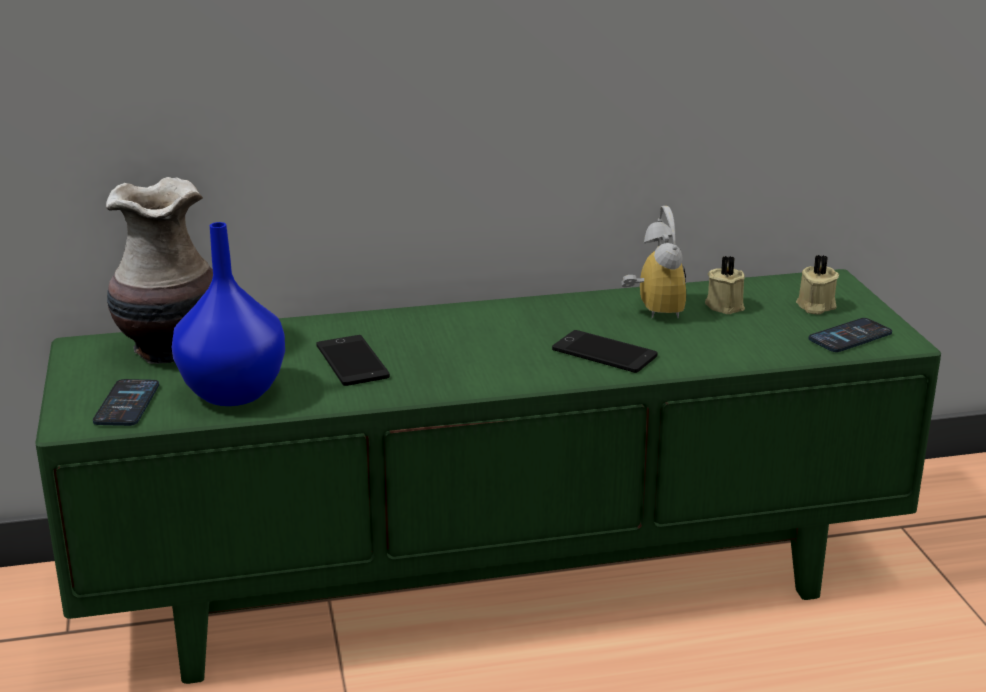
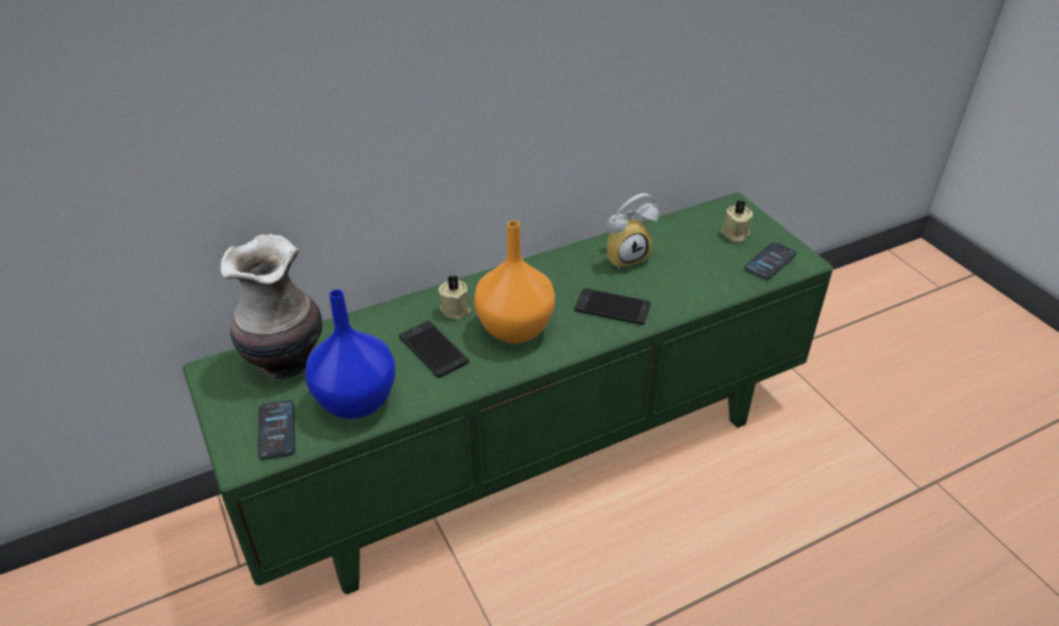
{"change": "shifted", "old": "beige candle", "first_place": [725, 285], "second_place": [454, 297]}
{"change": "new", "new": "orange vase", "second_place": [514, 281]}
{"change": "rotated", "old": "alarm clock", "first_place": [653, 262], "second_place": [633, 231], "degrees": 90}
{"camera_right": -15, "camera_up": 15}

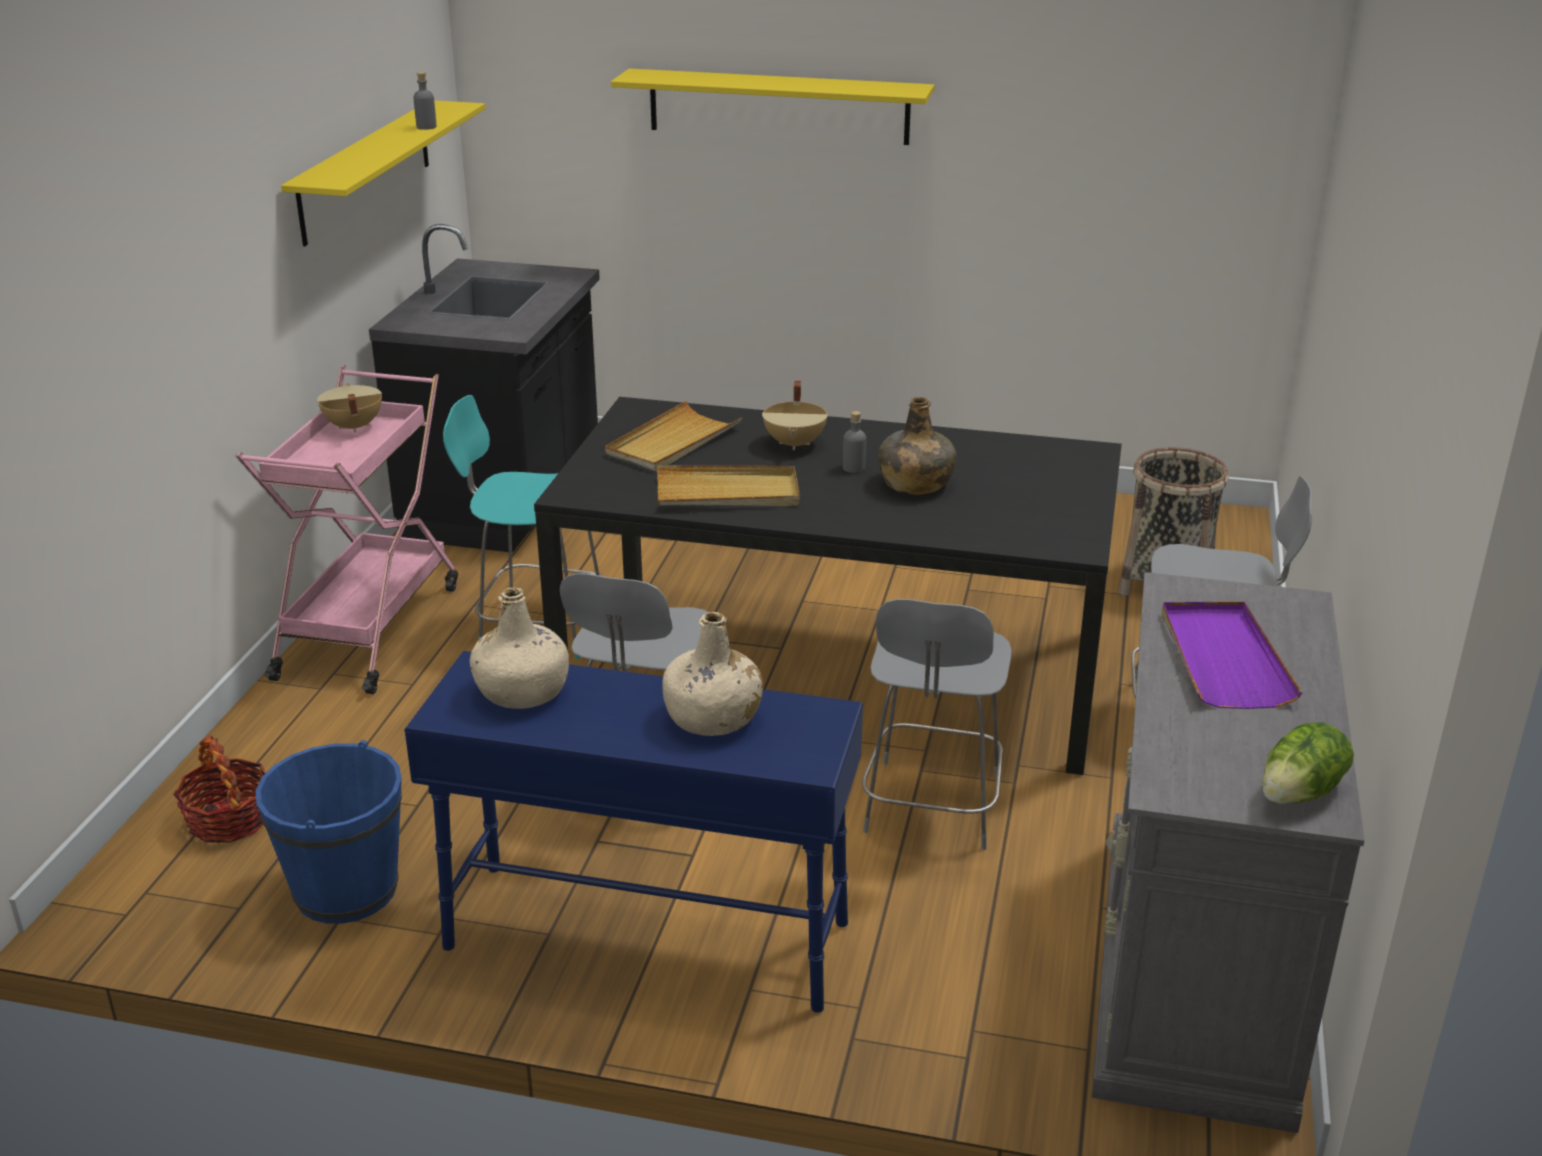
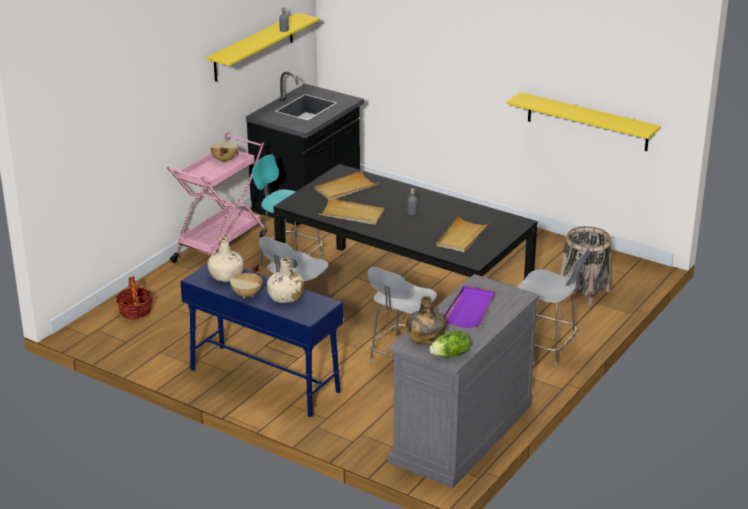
{"change": "shifted", "old": "beige cooking pot", "first_place": [795, 415], "second_place": [246, 281]}
{"change": "shifted", "old": "green bottle", "first_place": [917, 446], "second_place": [426, 320]}
{"change": "new", "new": "beige tray", "second_place": [463, 234]}
{"change": "shifted", "old": "yellow shelf", "first_place": [772, 106], "second_place": [583, 121]}
{"change": "gone", "old": "blue bucket", "first_place": [328, 832]}
{"camera_right": 20, "camera_up": 0}

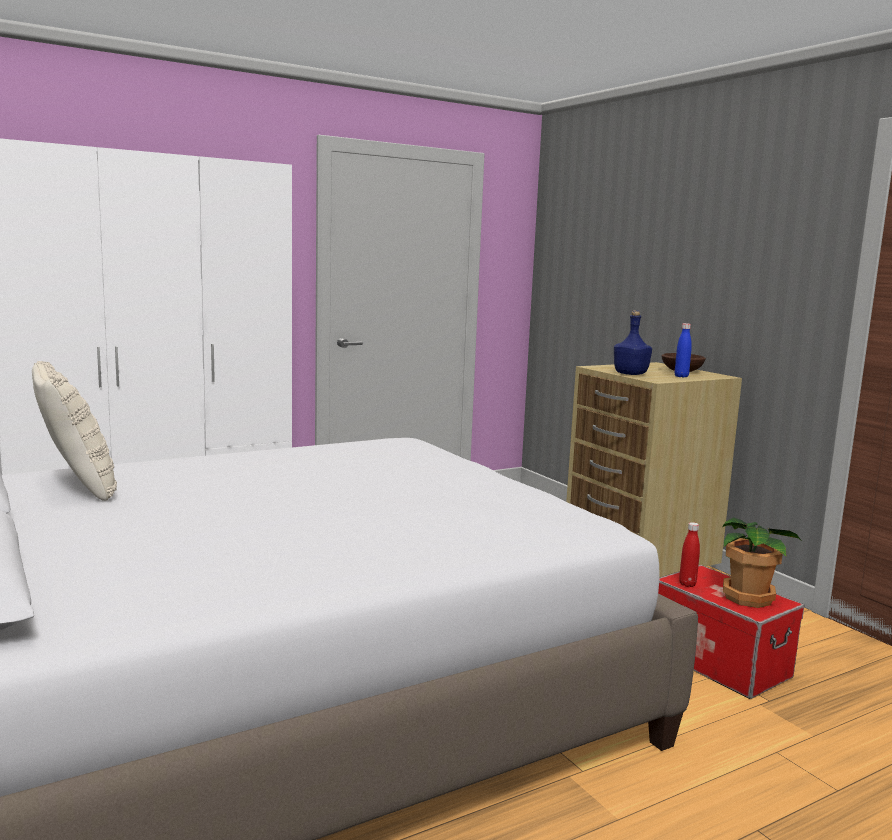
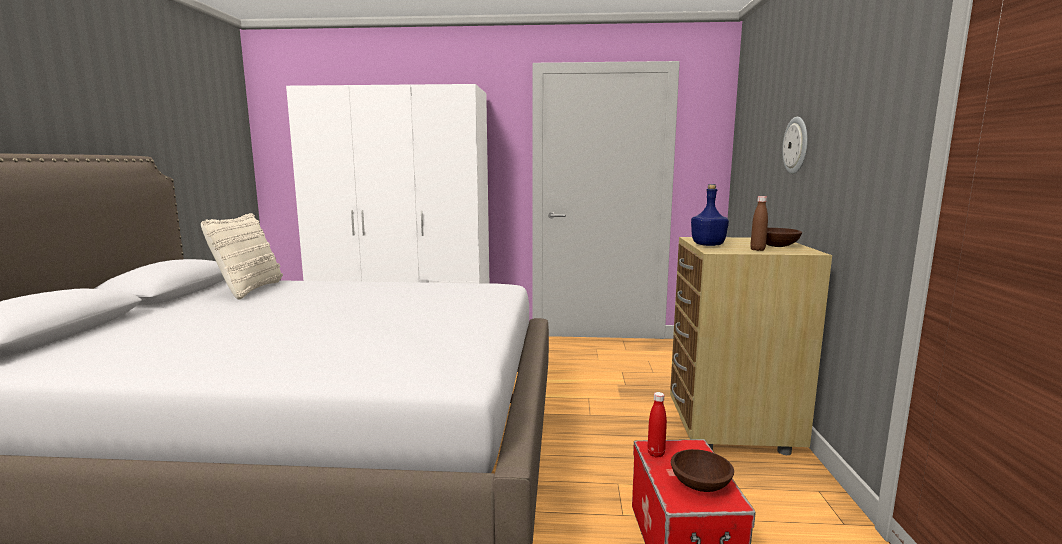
{"change": "swapped", "old": "potted plant", "new": "brown bowl", "first_place": [762, 562], "second_place": [702, 470]}
{"change": "repainted", "old": "blue bottle", "new": "brown bottle", "first_place": [683, 350], "second_place": [759, 223]}
{"change": "new", "new": "wall clock", "second_place": [795, 145]}
{"camera_right": 35, "camera_up": 0}

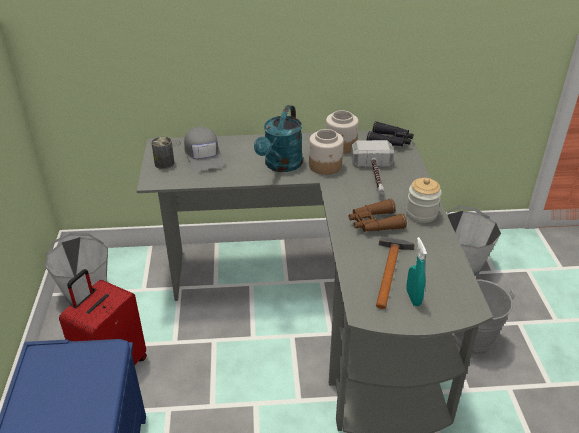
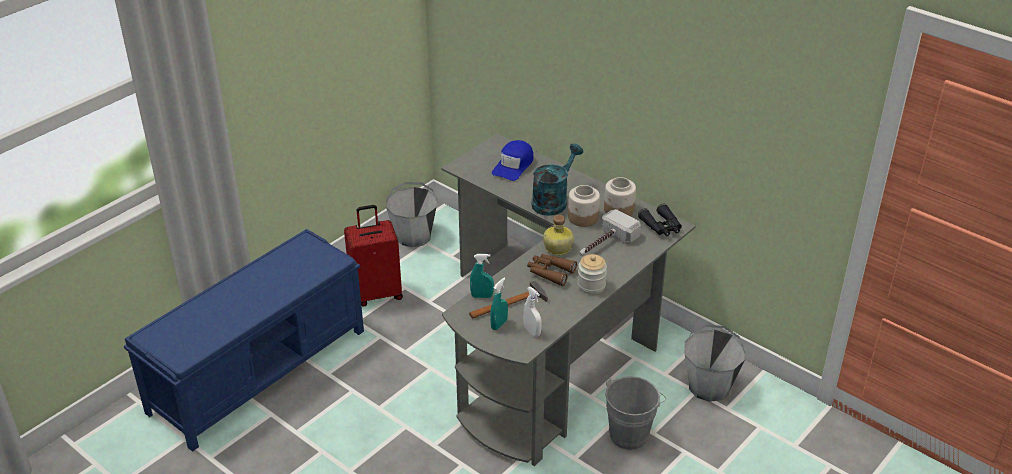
{"change": "new", "new": "turquoise spray bottle", "second_place": [482, 276]}
{"change": "repainted", "old": "grey cap", "new": "blue cap", "first_place": [204, 149], "second_place": [512, 160]}
{"change": "new", "new": "white spray bottle", "second_place": [532, 312]}
{"change": "rotated", "old": "turquoise watering can", "first_place": [278, 138], "second_place": [557, 179], "degrees": 150}
{"change": "new", "new": "bottle", "second_place": [558, 235]}
{"change": "gone", "old": "can", "first_place": [162, 152]}
{"camera_right": 45, "camera_up": 0}

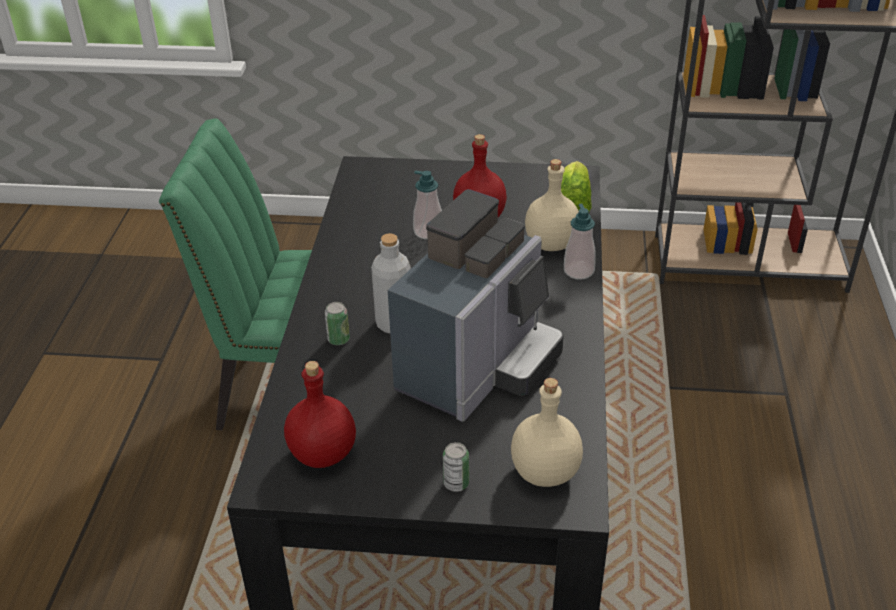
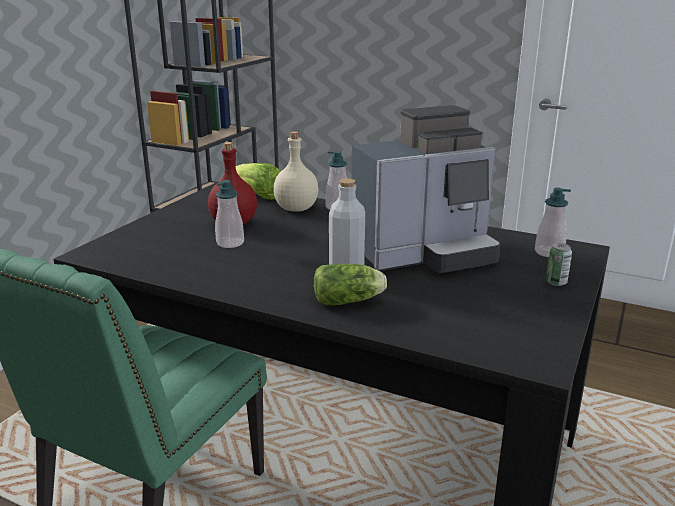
{"change": "swapped", "old": "can", "new": "lettuce", "first_place": [337, 323], "second_place": [350, 284]}
{"change": "rotated", "old": "coffee machine", "first_place": [476, 305], "second_place": [426, 189], "degrees": 105}
{"change": "swapped", "old": "beige bottle", "new": "soap dispenser", "first_place": [547, 432], "second_place": [553, 222]}
{"change": "gone", "old": "red bottle", "first_place": [320, 414]}
{"camera_right": -70, "camera_up": -15}

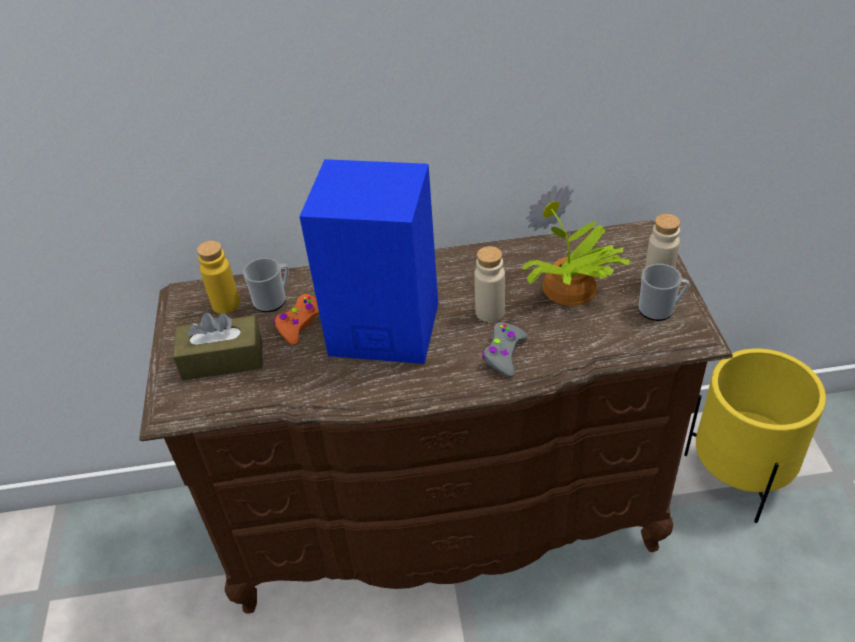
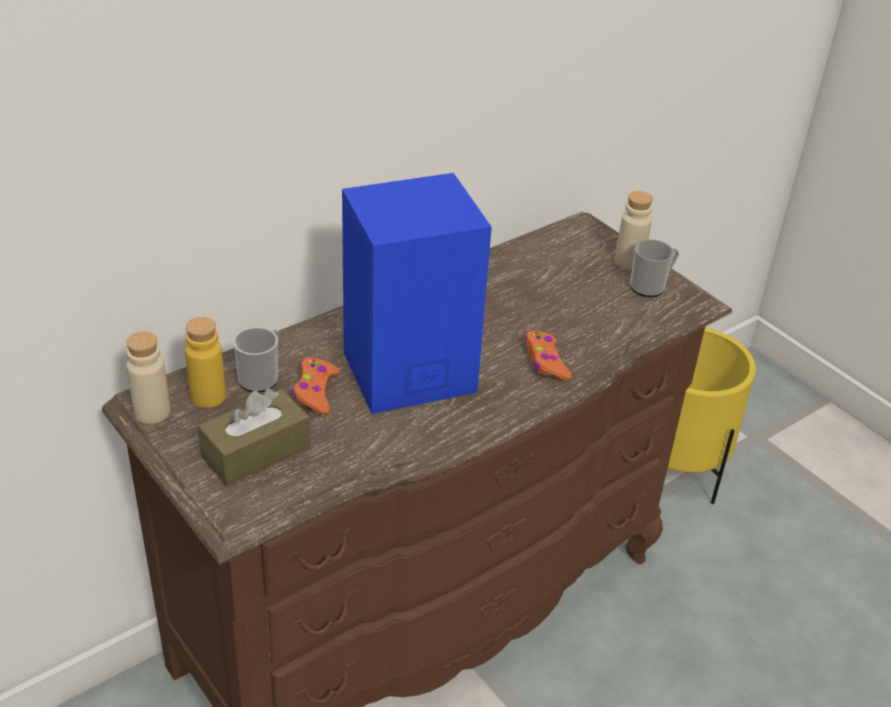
{"change": "shifted", "old": "beige bottle", "first_place": [489, 284], "second_place": [148, 378]}
{"change": "repainted", "old": "grey game controller", "new": "orange game controller", "first_place": [505, 349], "second_place": [548, 356]}
{"change": "gone", "old": "potted plant", "first_place": [576, 246]}
{"camera_right": -35, "camera_up": -5}

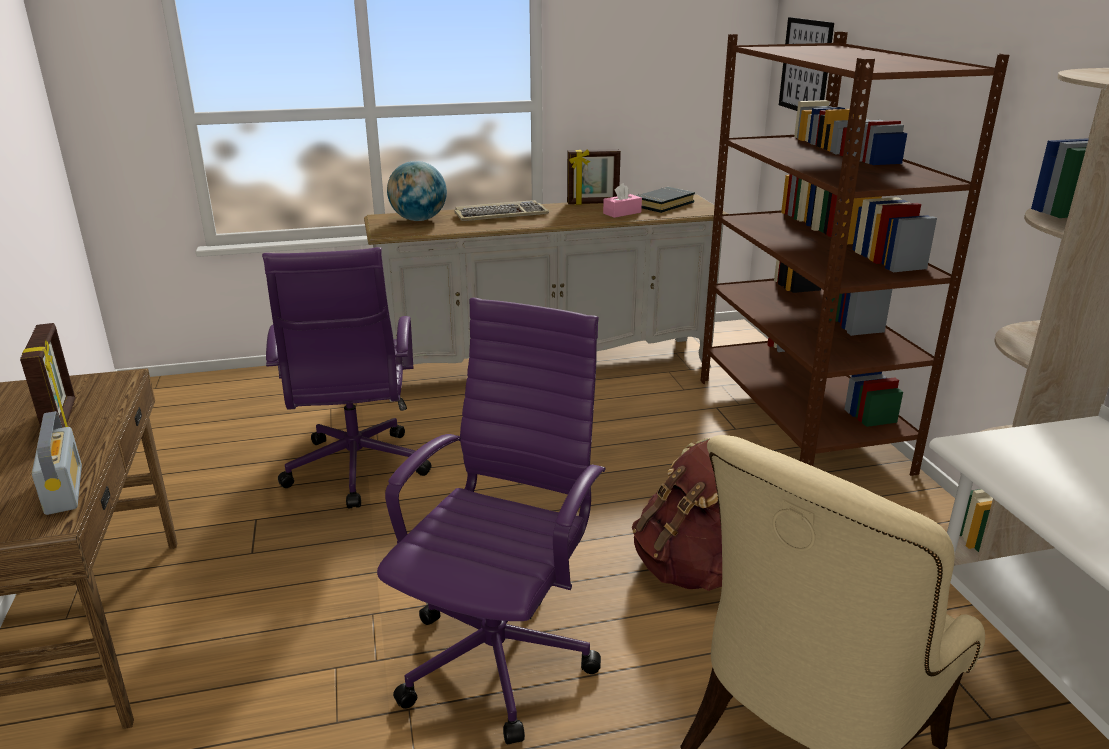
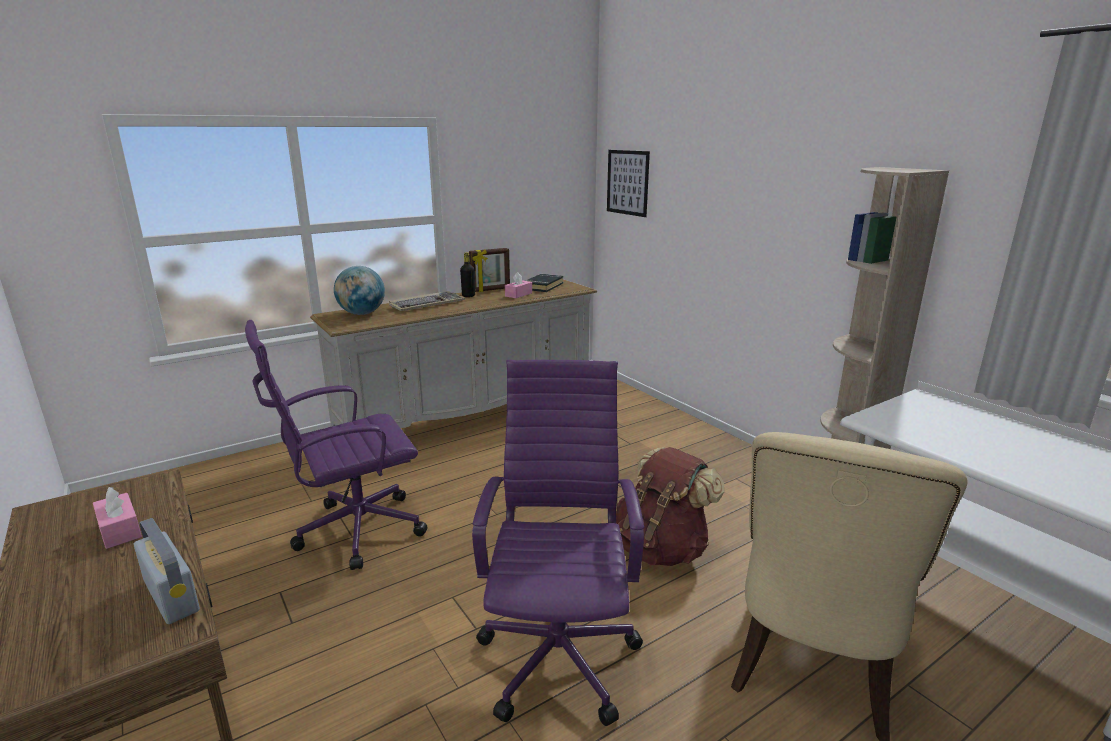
{"change": "swapped", "old": "picture frame", "new": "pink tissue box", "first_place": [47, 375], "second_place": [117, 518]}
{"change": "rotated", "old": "purple office chair", "first_place": [347, 377], "second_place": [336, 445], "degrees": 90}
{"change": "new", "new": "black bottle", "second_place": [467, 274]}
{"change": "gone", "old": "brown bookcase", "first_place": [855, 254]}
{"camera_right": -20, "camera_up": -5}

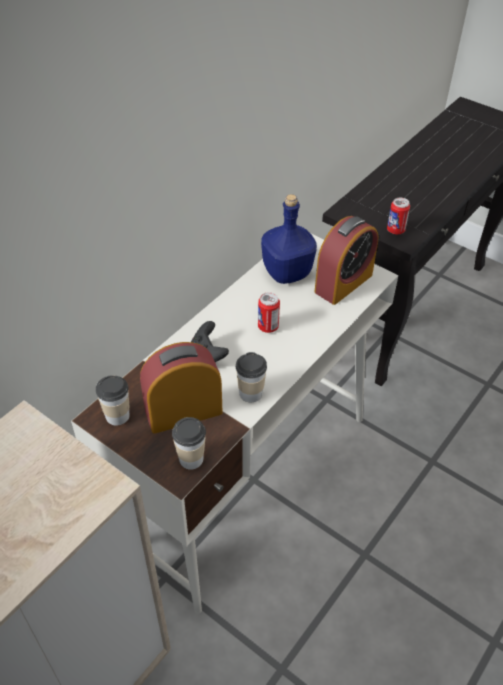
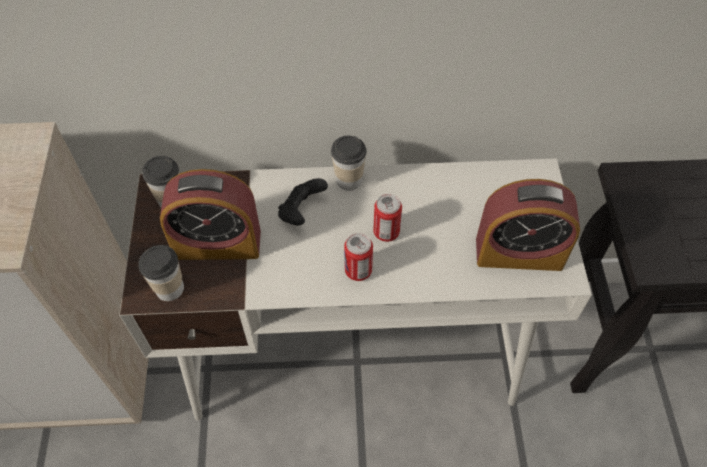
{"change": "rotated", "old": "alarm clock", "first_place": [181, 388], "second_place": [210, 214], "degrees": 150}
{"change": "shifted", "old": "cup", "first_place": [251, 377], "second_place": [348, 163]}
{"change": "shifted", "old": "can", "first_place": [398, 216], "second_place": [358, 257]}
{"change": "gone", "old": "blue bottle", "first_place": [289, 239]}
{"camera_right": 50, "camera_up": 10}

